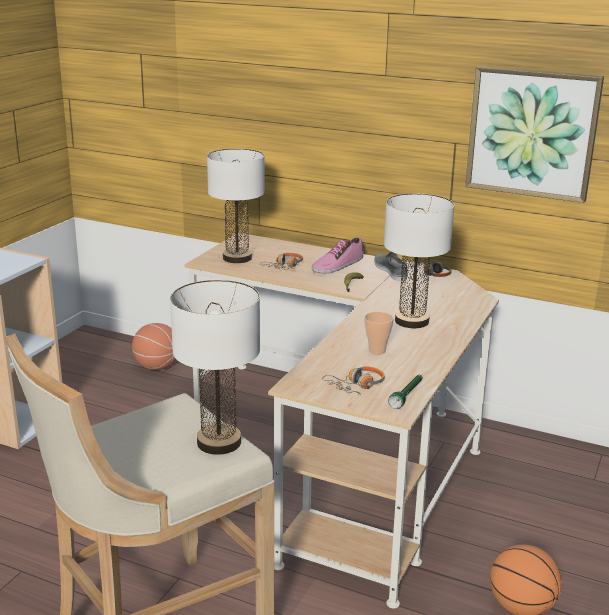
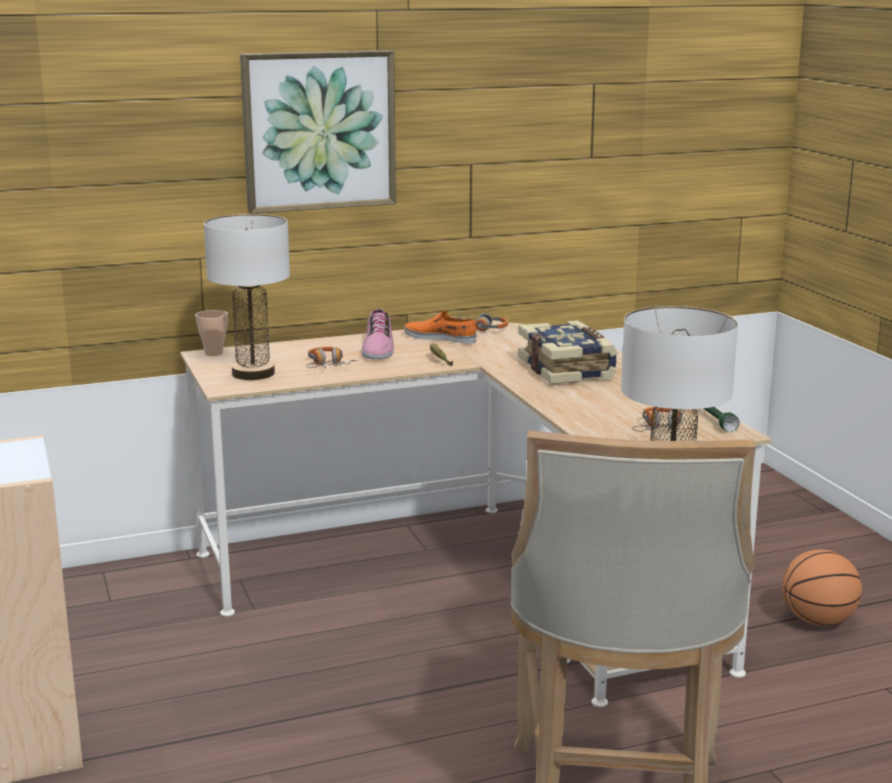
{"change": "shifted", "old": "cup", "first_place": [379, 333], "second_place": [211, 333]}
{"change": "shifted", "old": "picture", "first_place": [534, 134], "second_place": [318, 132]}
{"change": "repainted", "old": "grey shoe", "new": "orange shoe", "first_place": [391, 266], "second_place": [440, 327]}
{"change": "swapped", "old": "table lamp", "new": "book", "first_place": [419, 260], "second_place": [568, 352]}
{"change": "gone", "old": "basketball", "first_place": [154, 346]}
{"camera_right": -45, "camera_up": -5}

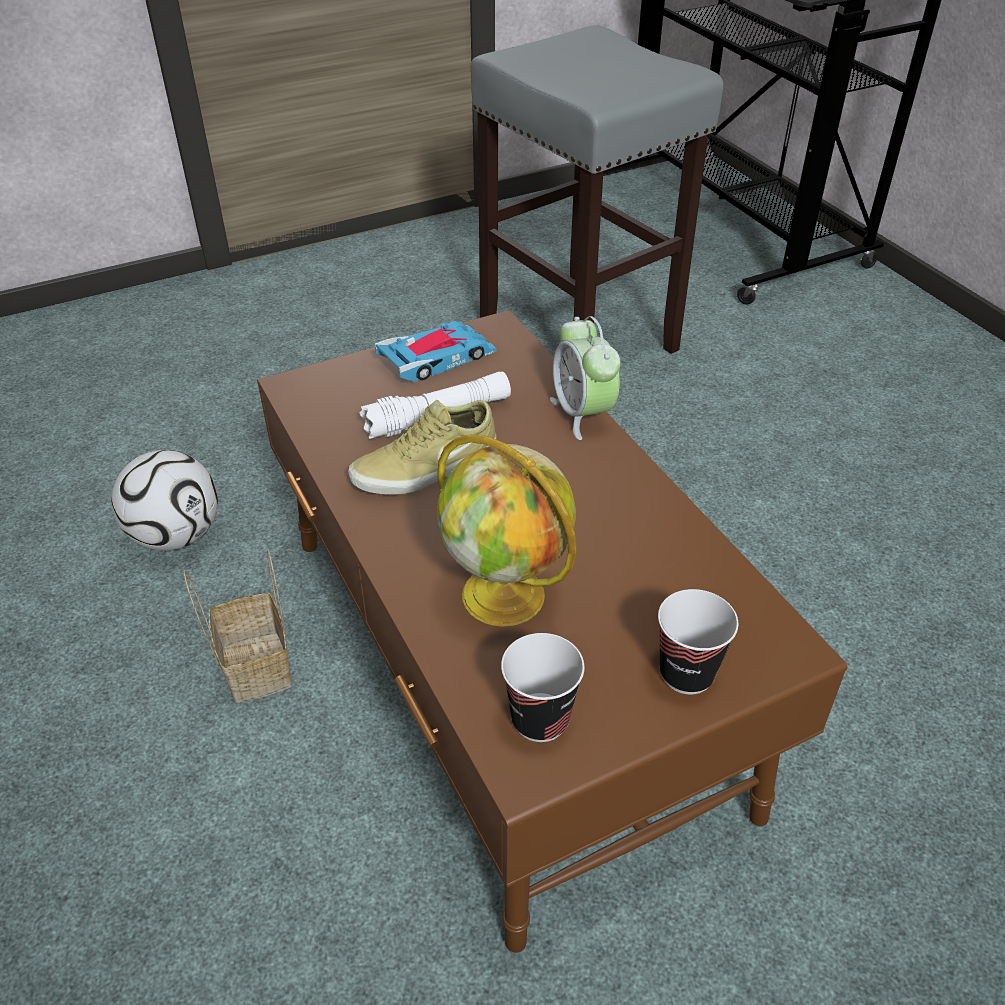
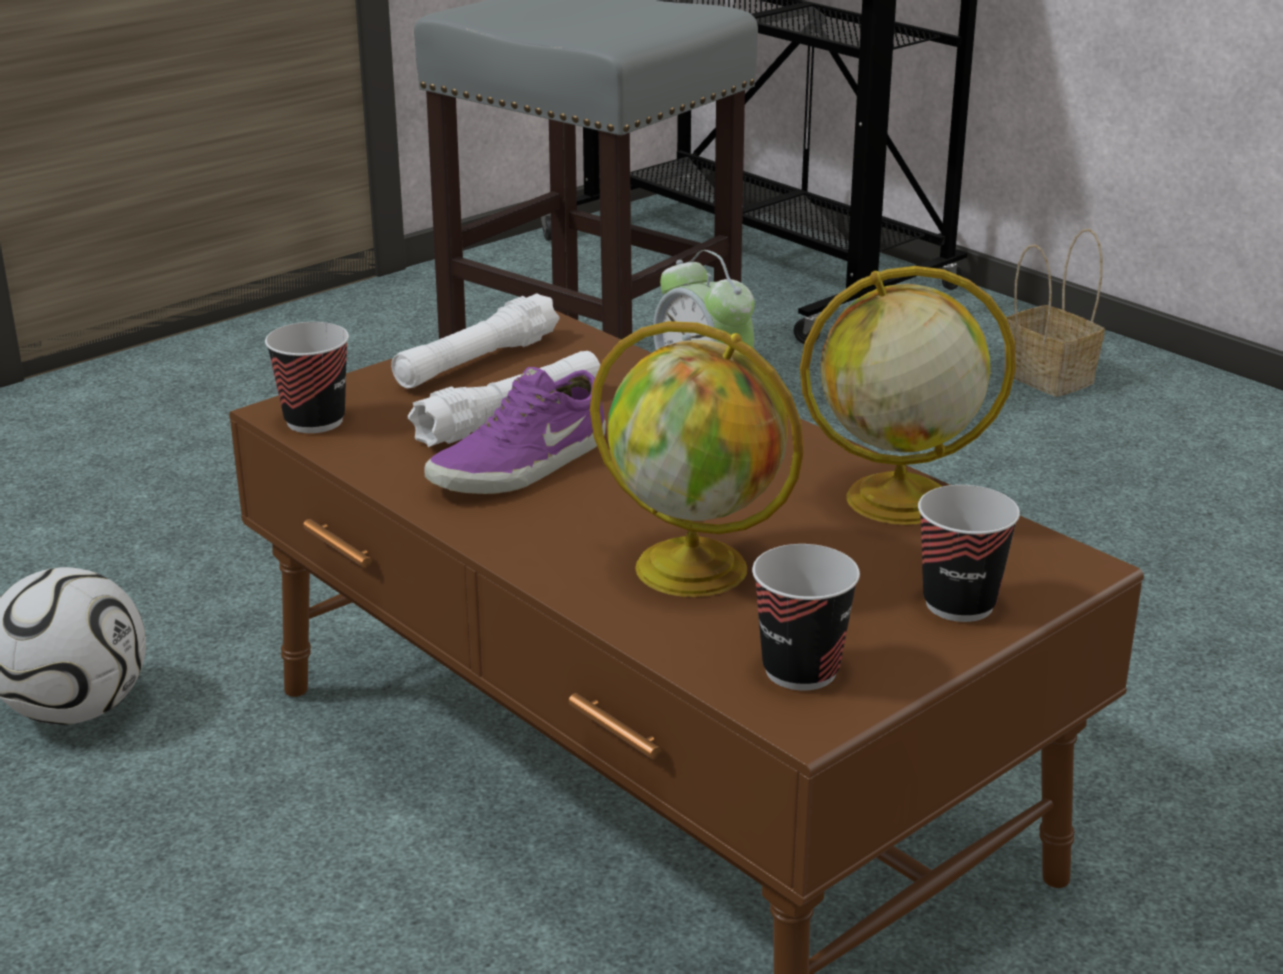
{"change": "new", "new": "cup", "second_place": [307, 377]}
{"change": "swapped", "old": "toy car", "new": "white flashlight", "first_place": [436, 351], "second_place": [475, 340]}
{"change": "repainted", "old": "beige shoe", "new": "purple shoe", "first_place": [422, 447], "second_place": [515, 430]}
{"change": "new", "new": "globe", "second_place": [908, 395]}
{"change": "shifted", "old": "basket", "first_place": [237, 625], "second_place": [1054, 312]}
{"camera_right": -15, "camera_up": -15}

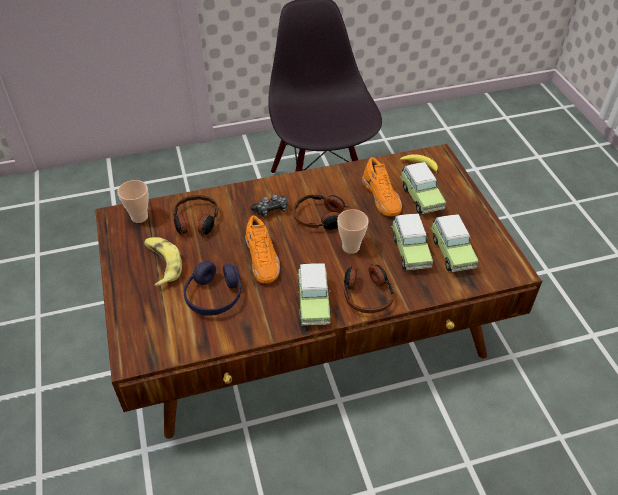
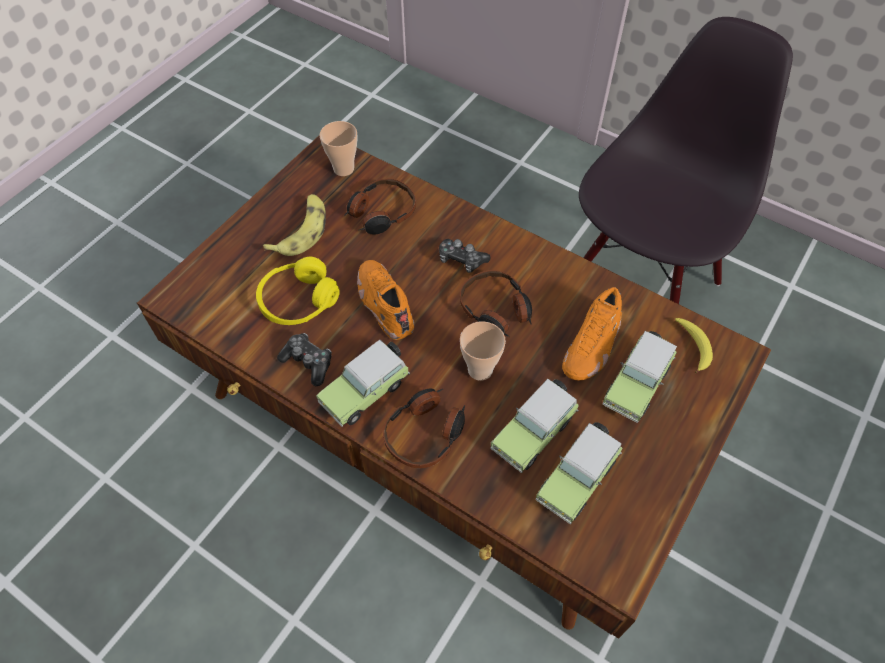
{"change": "repainted", "old": "purple headphones", "new": "yellow headphones", "first_place": [212, 288], "second_place": [298, 291]}
{"change": "new", "new": "game controller", "second_place": [304, 359]}
{"change": "rotated", "old": "orange shoe", "first_place": [262, 249], "second_place": [385, 300], "degrees": 120}
{"camera_right": 50, "camera_up": 10}

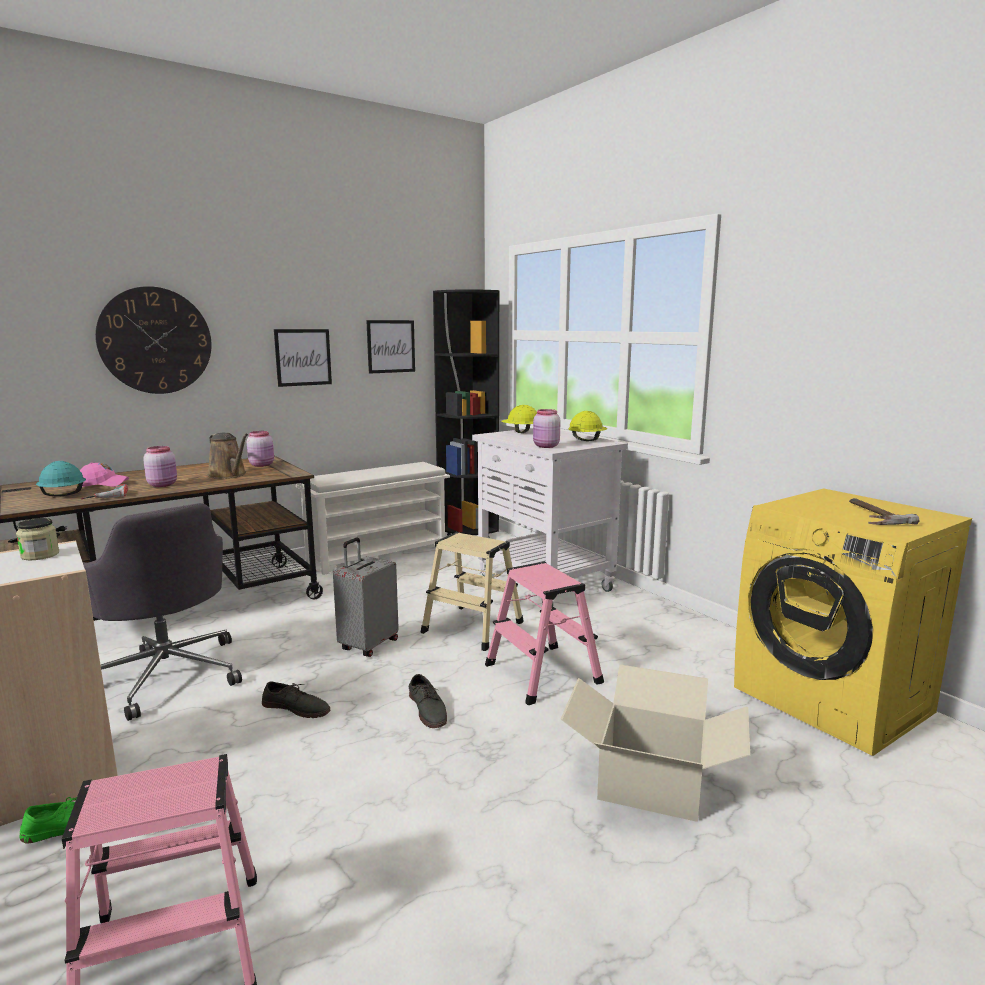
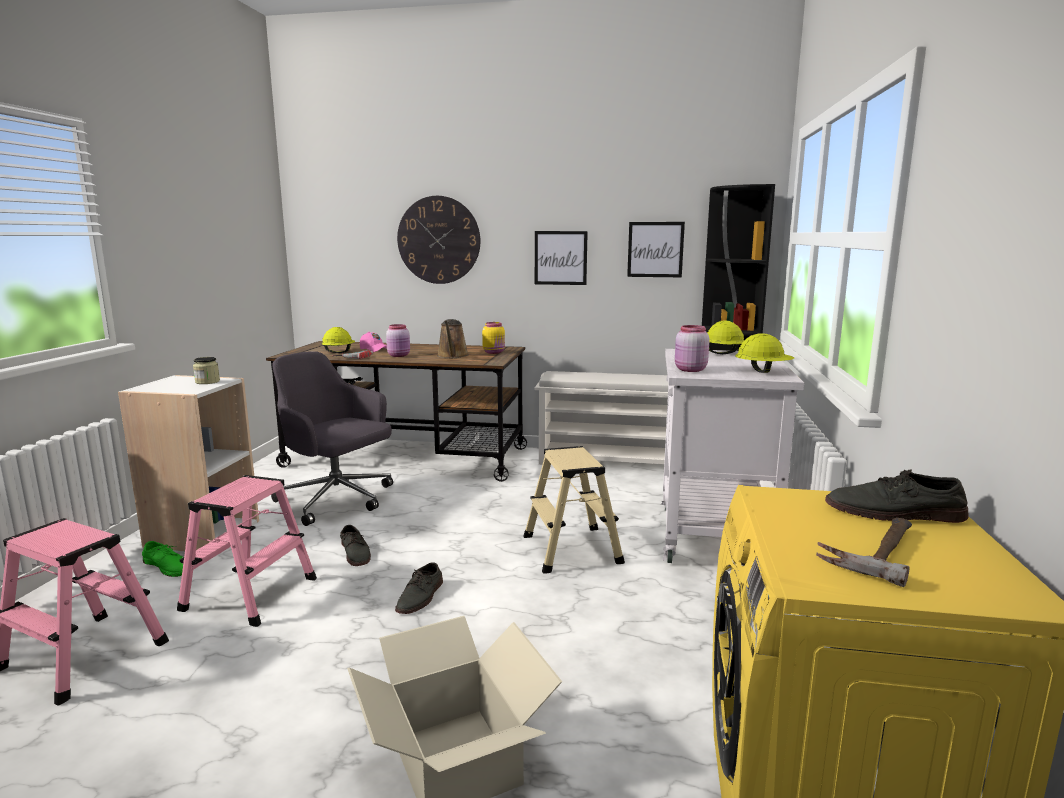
{"change": "shifted", "old": "pink step ladder", "first_place": [544, 633], "second_place": [247, 551]}
{"change": "rotated", "old": "grey office chair", "first_place": [162, 612], "second_place": [332, 438], "degrees": 120}
{"change": "repainted", "old": "turquoise hard hat", "new": "yellow hard hat", "first_place": [61, 478], "second_place": [338, 340]}
{"change": "repainted", "old": "pink jar", "new": "yellow jar", "first_place": [260, 449], "second_place": [493, 338]}
{"change": "new", "new": "grey shoe", "second_place": [896, 496]}
{"change": "gone", "old": "grey suitcase", "first_place": [366, 597]}
{"camera_right": 45, "camera_up": 0}

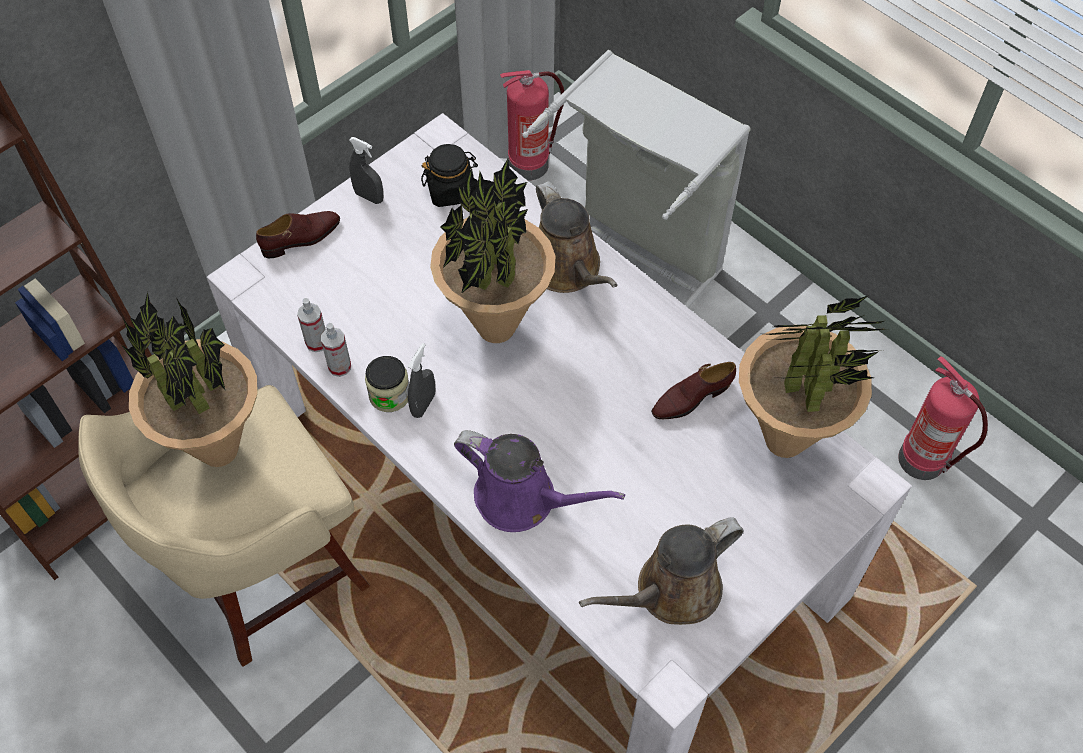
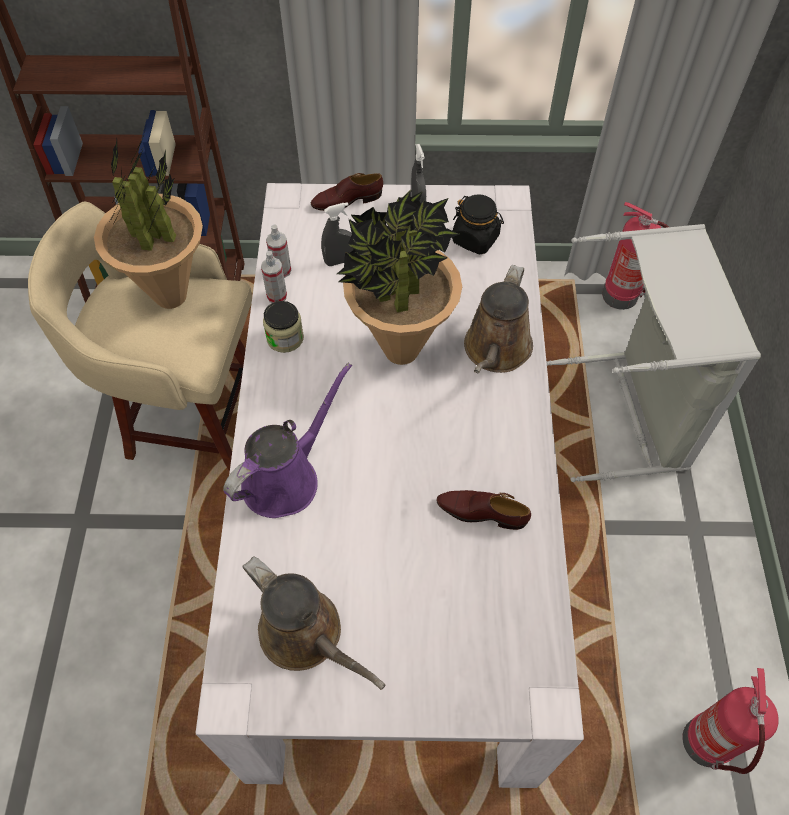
{"change": "rotated", "old": "purple watering can", "first_place": [539, 481], "second_place": [287, 440], "degrees": -120}
{"change": "rotated", "old": "brown watering can", "first_place": [661, 571], "second_place": [313, 623], "degrees": -150}
{"change": "rotated", "old": "brown shoe", "first_place": [298, 234], "second_place": [347, 192], "degrees": 150}
{"change": "shifted", "old": "grey spray bottle", "first_place": [422, 380], "second_place": [337, 234]}
{"change": "gone", "old": "potted plant", "first_place": [813, 376]}
{"camera_right": 45, "camera_up": 0}

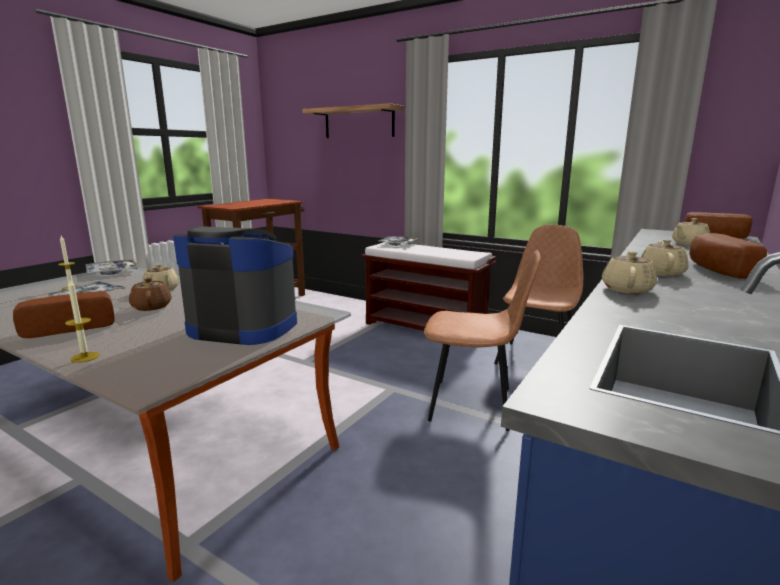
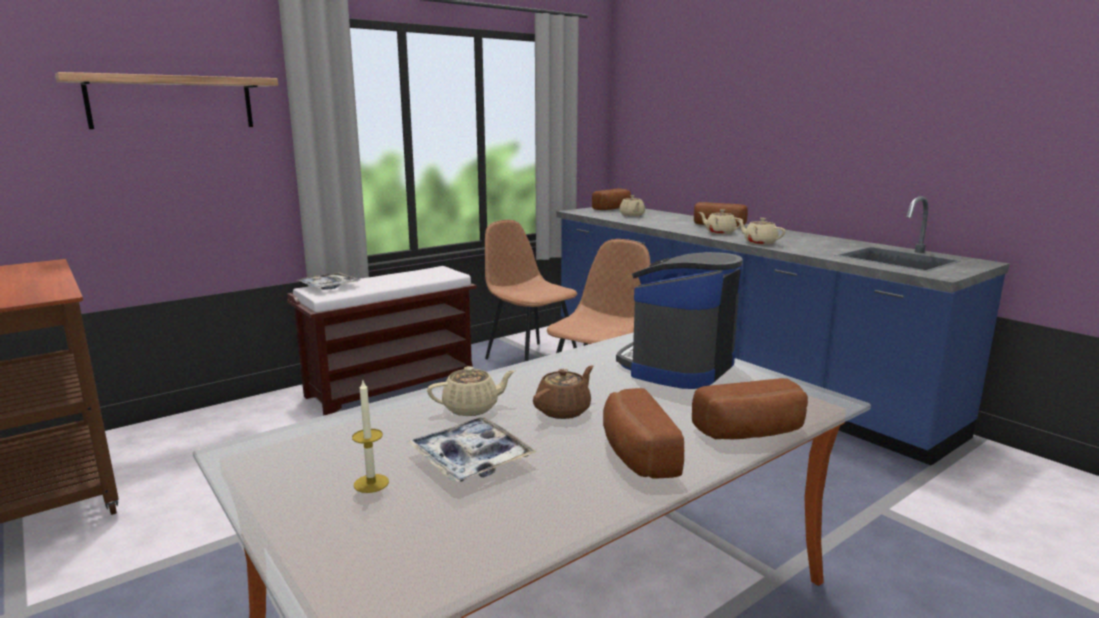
{"change": "rotated", "old": "brown teapot", "first_place": [150, 294], "second_place": [563, 392], "degrees": 135}
{"change": "swapped", "old": "candle", "new": "bread", "first_place": [82, 321], "second_place": [750, 408]}
{"change": "gone", "old": "tray", "first_place": [112, 267]}
{"camera_right": -70, "camera_up": 0}

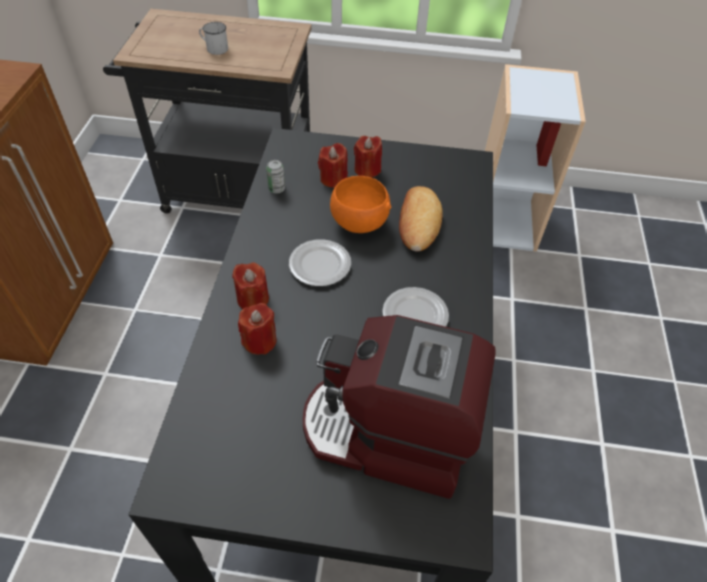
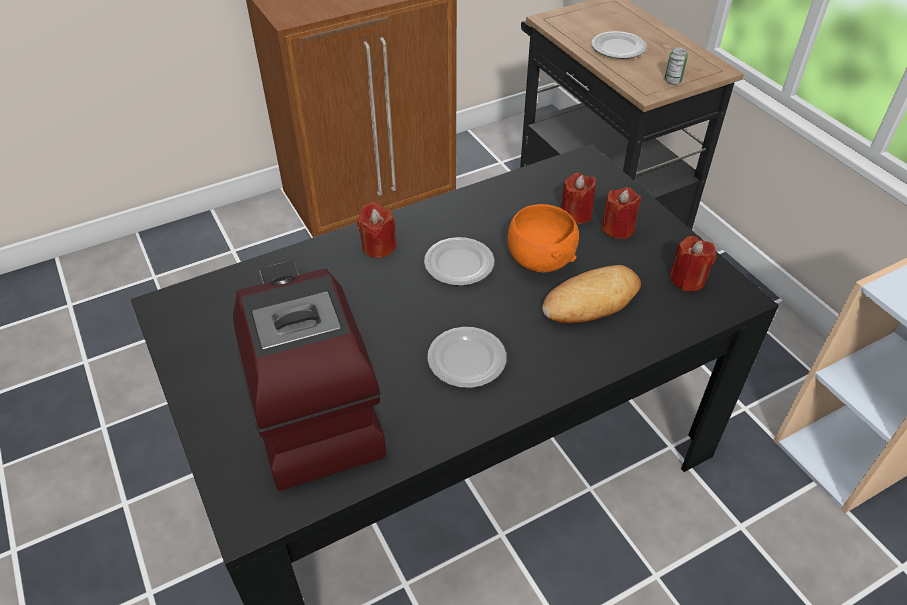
{"change": "swapped", "old": "white mug", "new": "plate", "first_place": [213, 38], "second_place": [619, 45]}
{"change": "shifted", "old": "can", "first_place": [275, 177], "second_place": [676, 66]}
{"change": "shifted", "old": "red candle", "first_place": [257, 329], "second_place": [693, 263]}
{"camera_right": 55, "camera_up": -5}

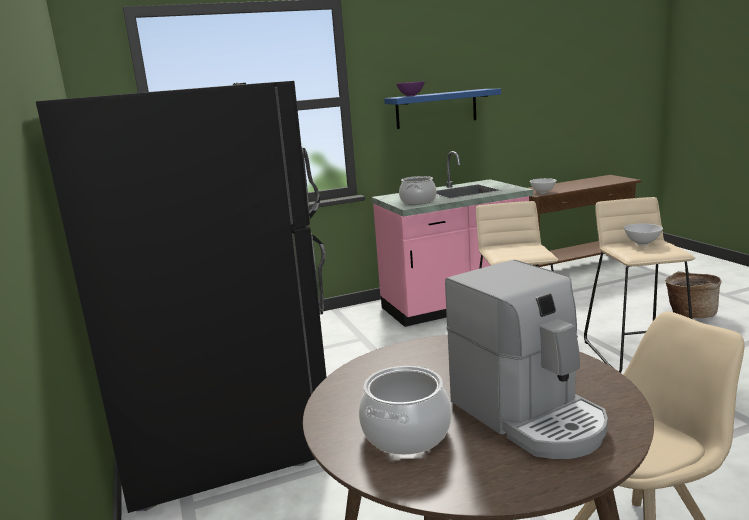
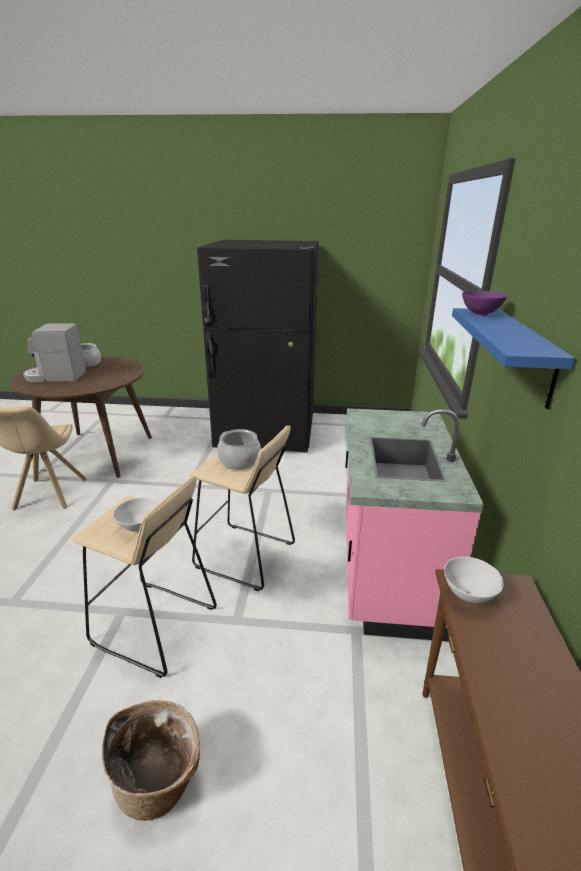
{"change": "shifted", "old": "cooking pot", "first_place": [418, 190], "second_place": [239, 449]}
{"camera_right": 115, "camera_up": 10}

